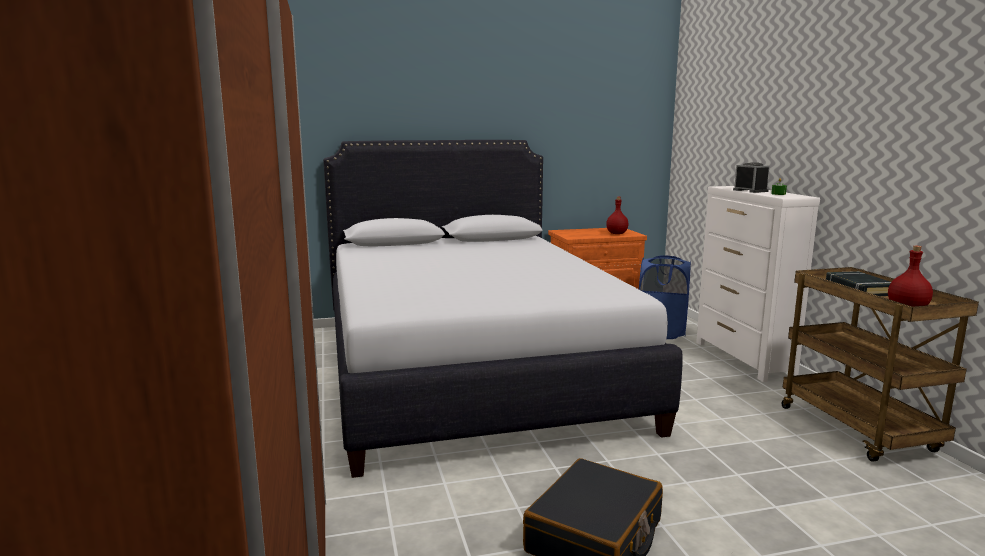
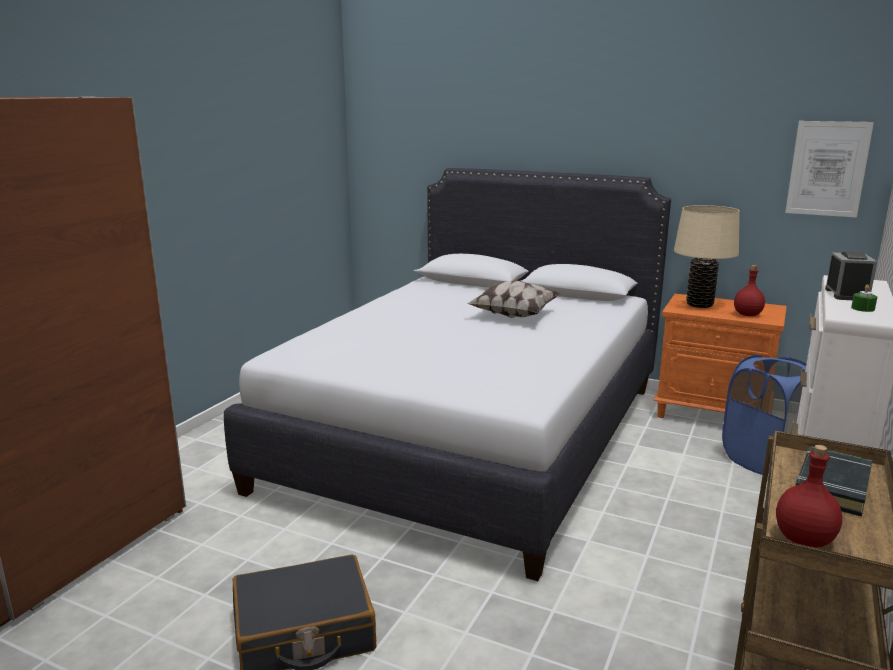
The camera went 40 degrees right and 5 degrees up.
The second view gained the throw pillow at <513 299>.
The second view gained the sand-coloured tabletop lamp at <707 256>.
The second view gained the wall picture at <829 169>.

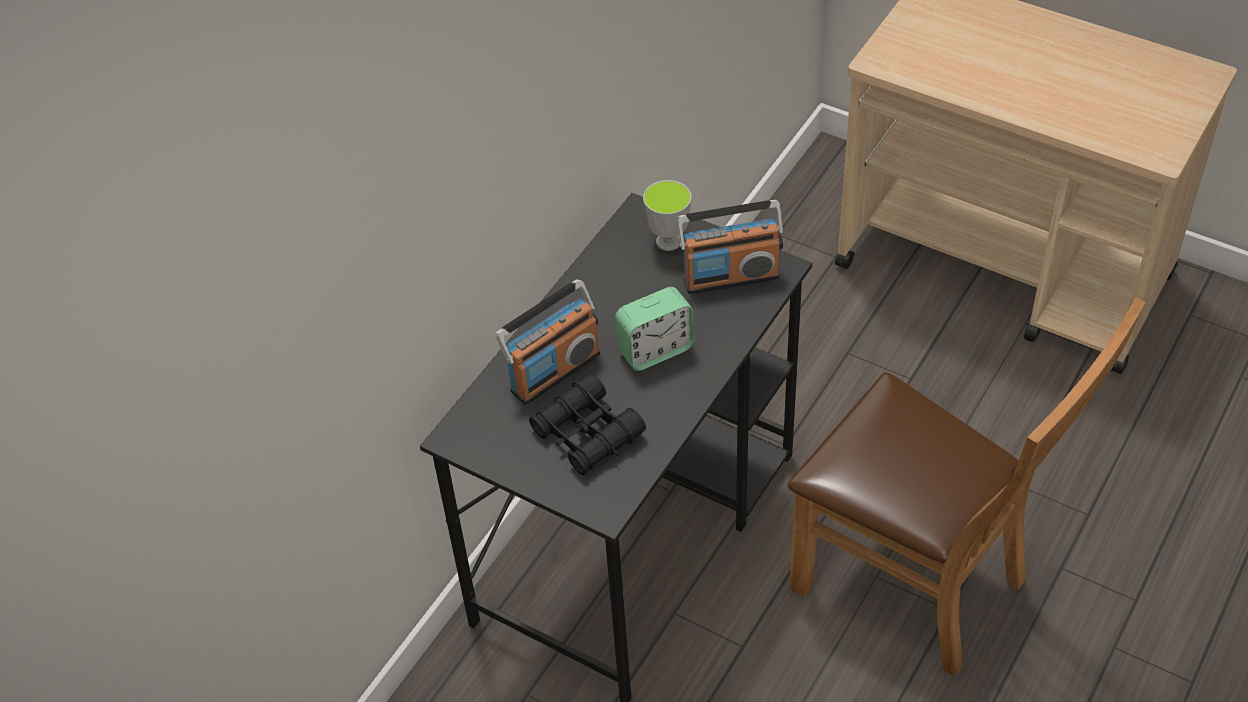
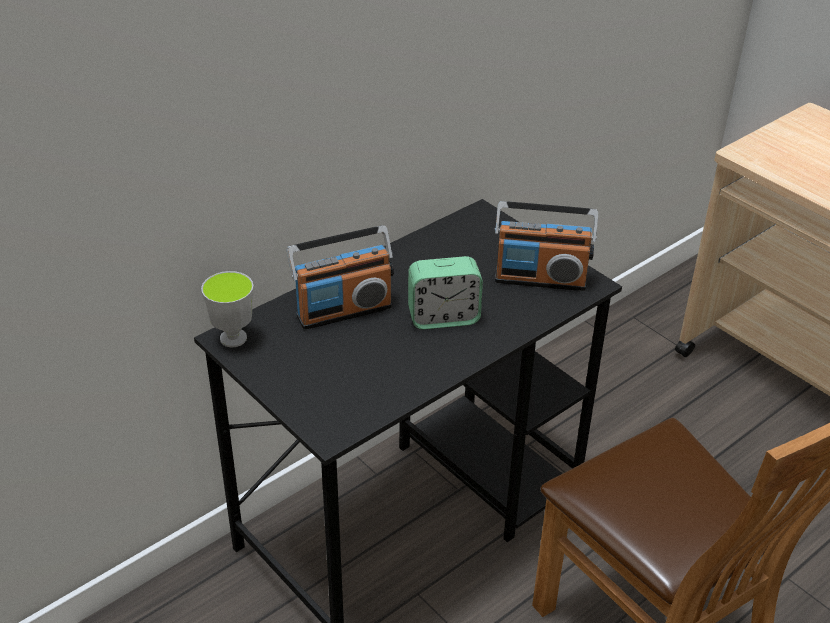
The camera went 15 degrees right and 10 degrees down.
The cup ended up elsewhere, having gone from <667 215> to <227 309>.
The second view lost the black-coloured field glasses at <587 424>.

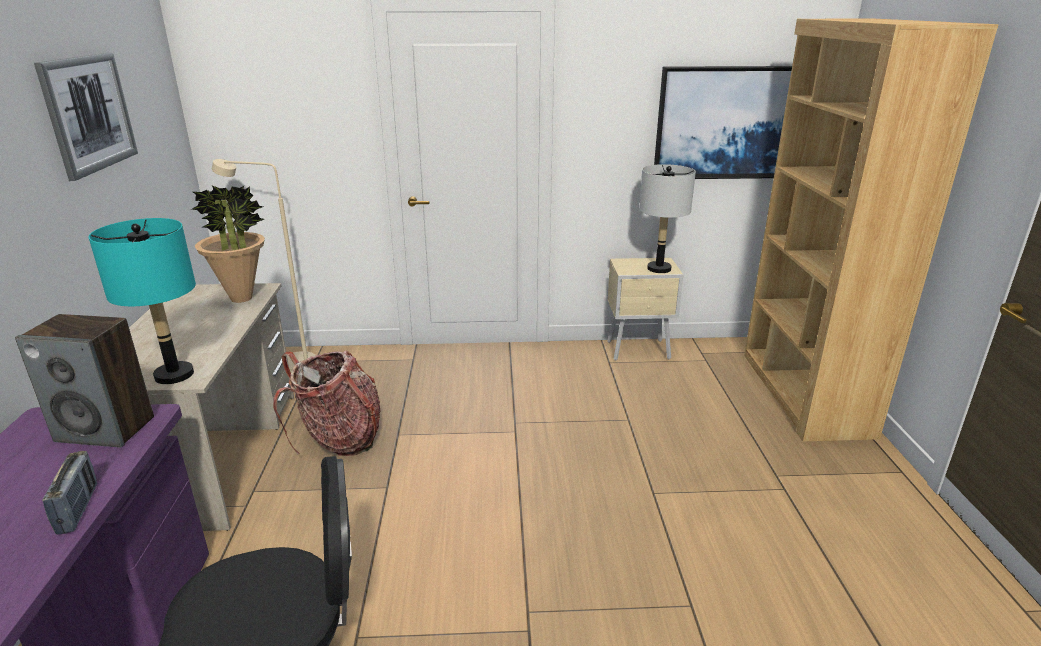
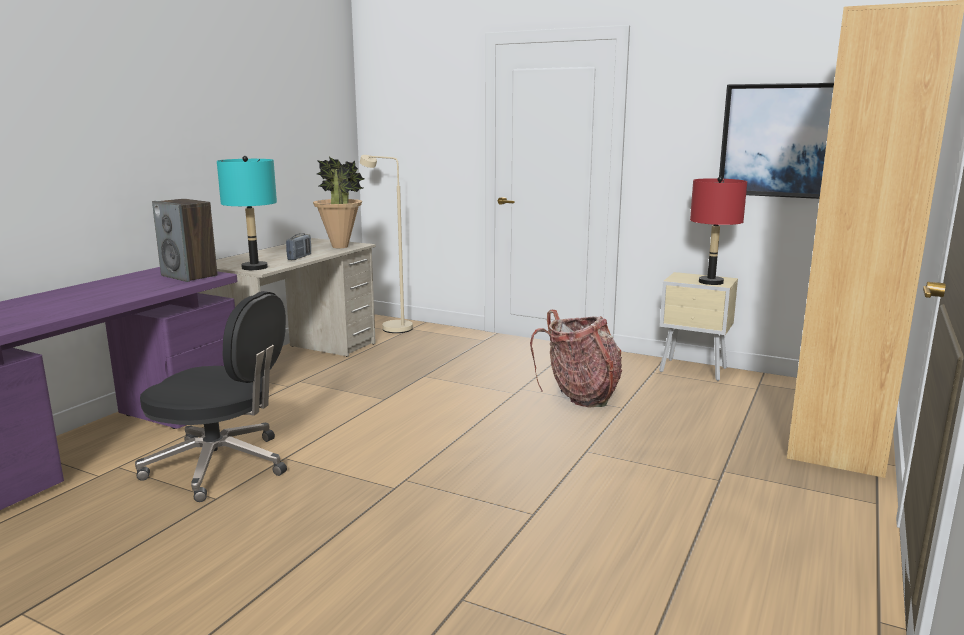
The camera went 30 degrees right and 10 degrees down.
The radio ended up elsewhere, having gone from <69 493> to <298 246>.
The backpack ended up elsewhere, having gone from <327 403> to <576 359>.
What was the gray tabletop lamp at <667 218> turned into the reddish tabletop lamp at <718 230>.
The second view lost the wall picture at <86 117>.

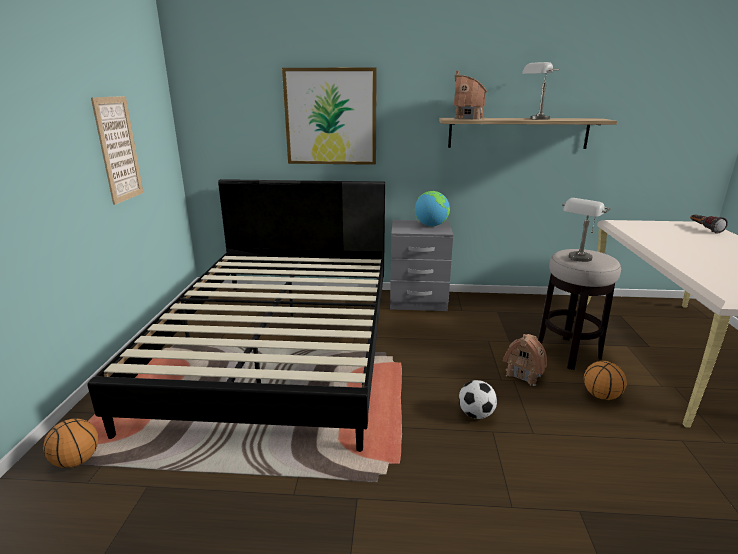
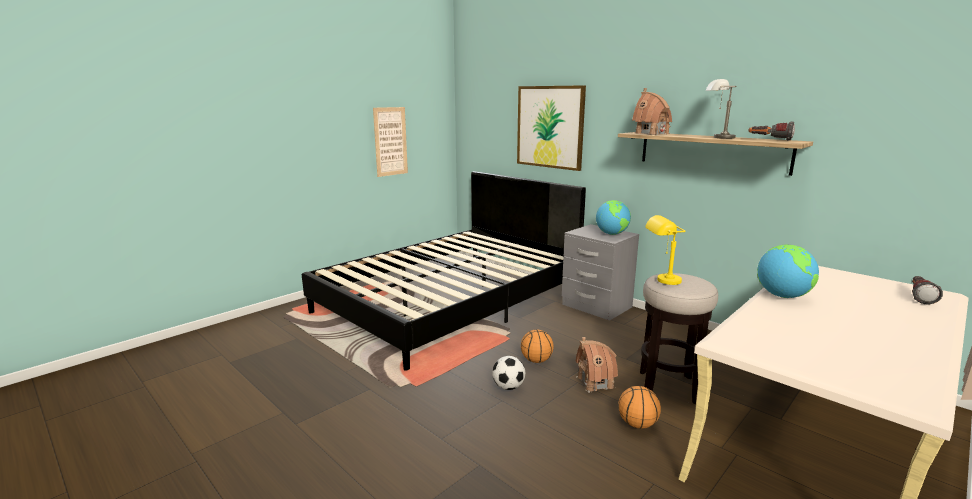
The camera went 40 degrees right and 5 degrees down.
The basketball ball ended up elsewhere, having gone from <70 443> to <537 346>.
What was the gray tabletop lamp at <586 230> turned into the yellow-coloured tabletop lamp at <665 250>.
The second view gained the flashlight at <771 131>.
The second view gained the globe at <788 271>.

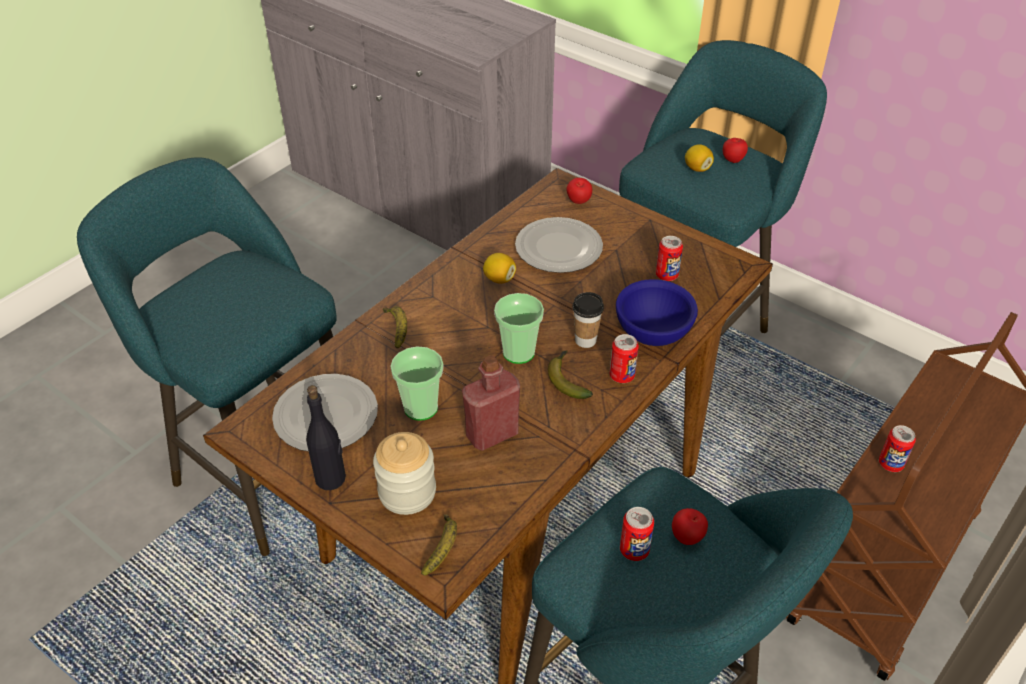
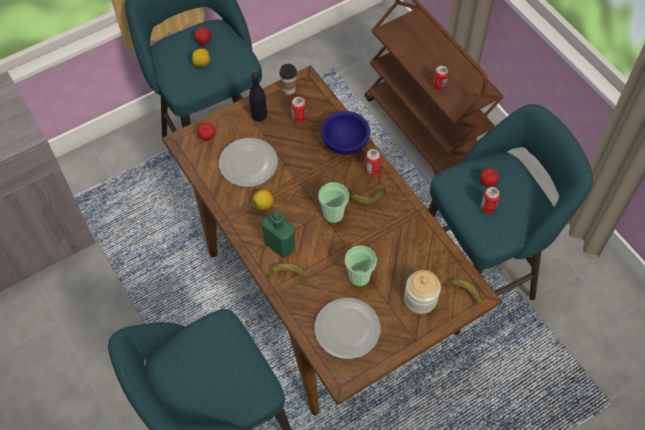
The camera went 70 degrees left and 15 degrees up.
The black-coloured drink bottle ended up elsewhere, having gone from <326 437> to <258 95>.
The second view gained the green drink bottle at <278 234>.
The cup ended up elsewhere, having gone from <588 320> to <288 79>.
The second view lost the reddish drink bottle at <491 403>.

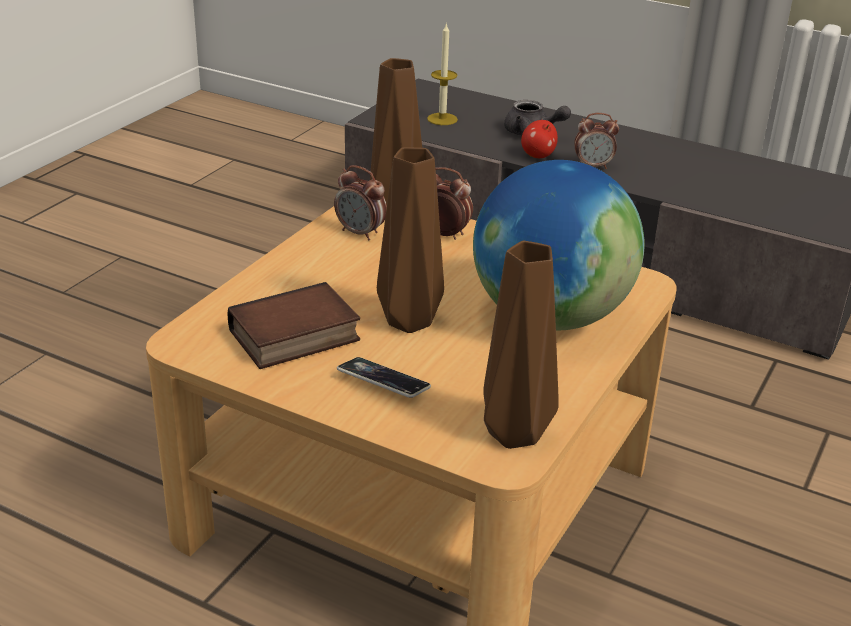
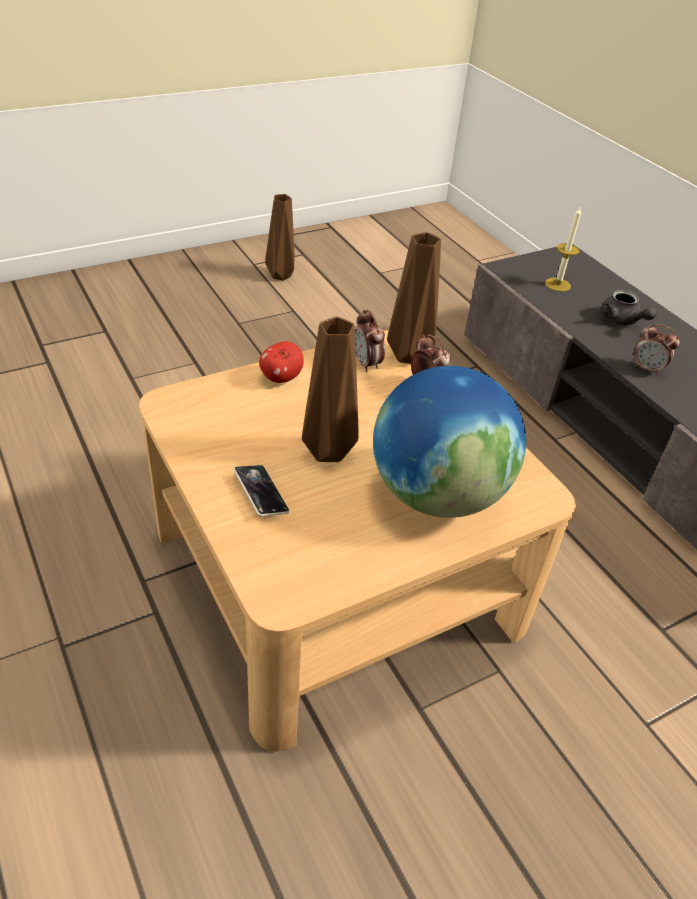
The camera went 30 degrees right and 10 degrees up.
The apple ended up elsewhere, having gone from <539 139> to <281 362>.
The brown decorative vase ended up elsewhere, having gone from <521 345> to <280 237>.
The second view lost the bound book at <293 325>.

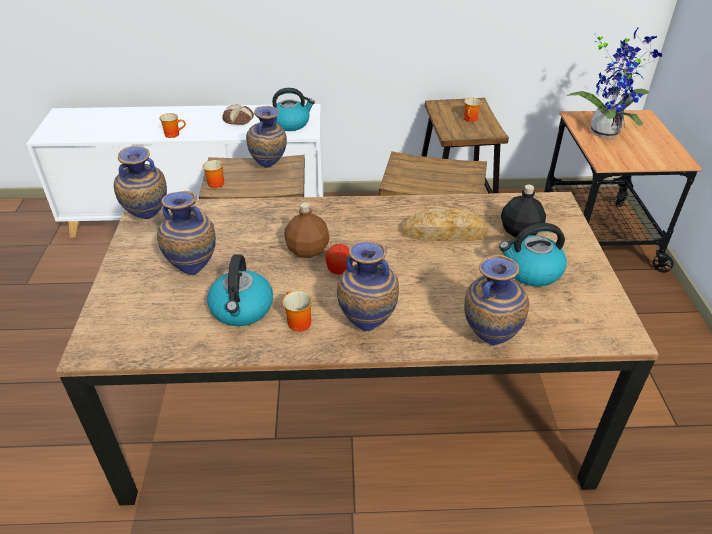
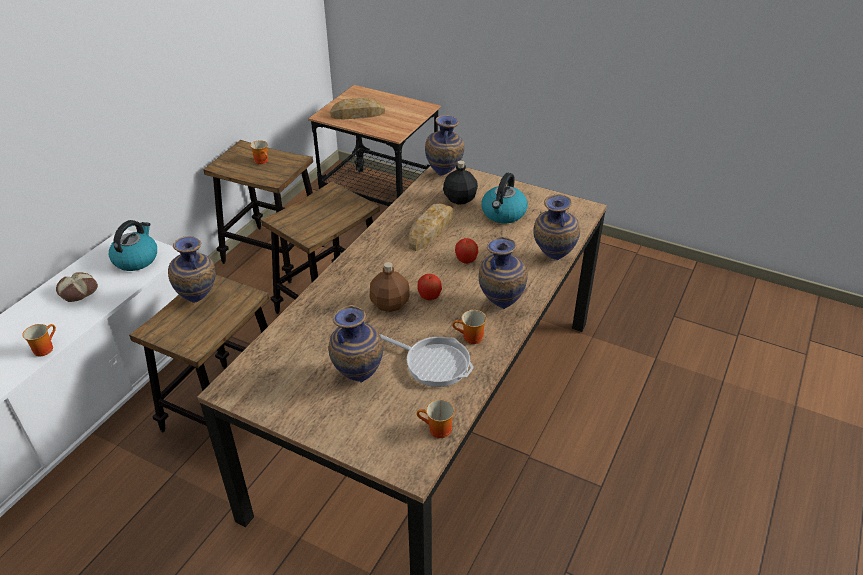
The camera went 60 degrees left and 0 degrees up.
Where the houseplant stood at <614 83>, the bread came to stand at <357 108>.
Where the tea kettle stood at <240 290>, the skillet came to stand at <426 360>.
The coffee mug ended up elsewhere, having gone from <213 174> to <436 418>.
The decorative vase ended up elsewhere, having gone from <140 182> to <445 145>.
The second view gained the apple at <466 251>.

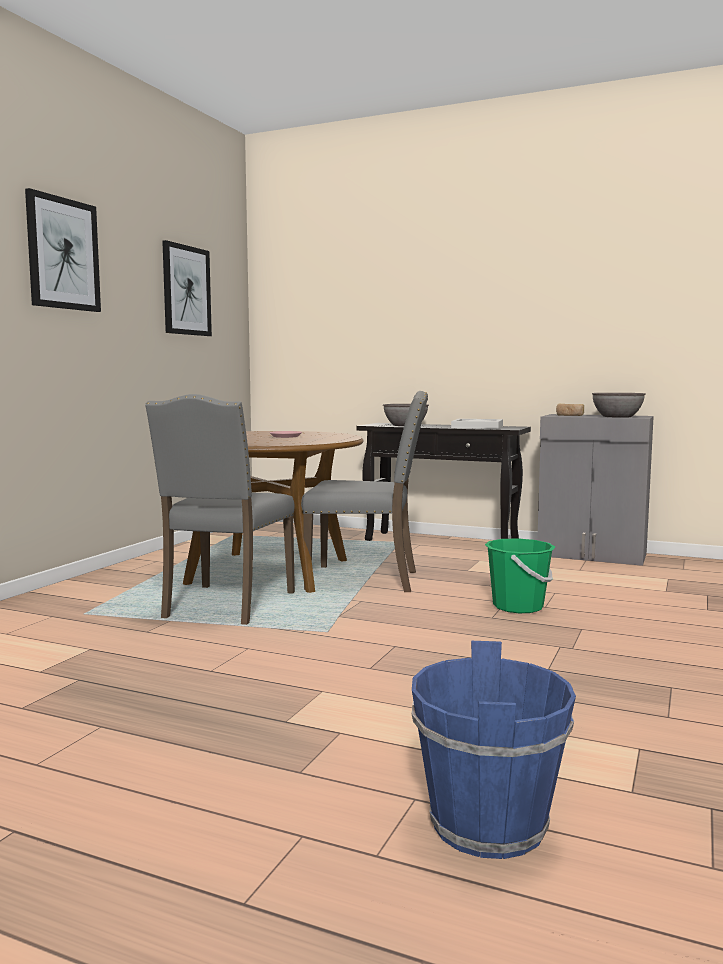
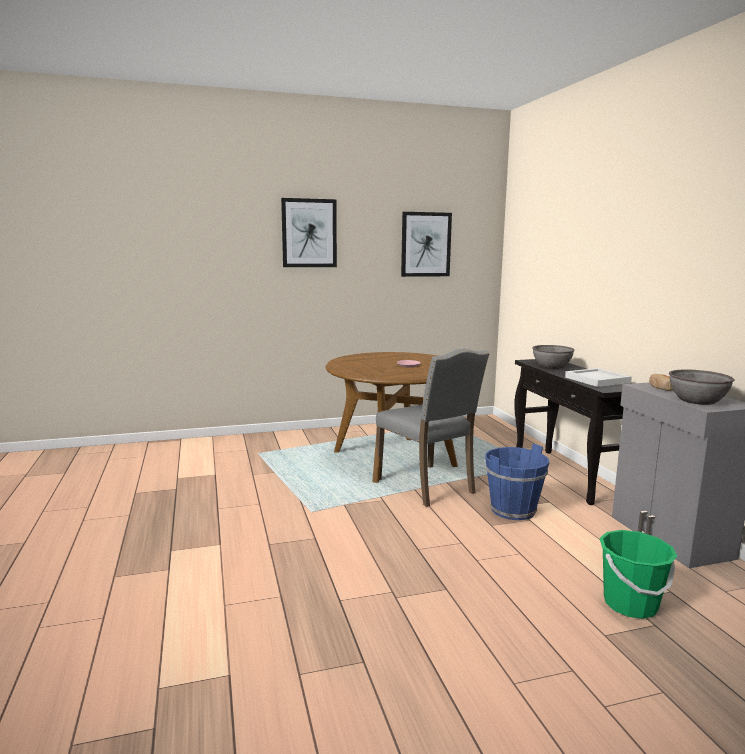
The camera went 50 degrees right and 5 degrees up.
The bluish pail ended up elsewhere, having gone from <494 750> to <517 481>.
The green pail ended up elsewhere, having gone from <520 576> to <638 574>.
The second view lost the gray upright chair at <220 509>.

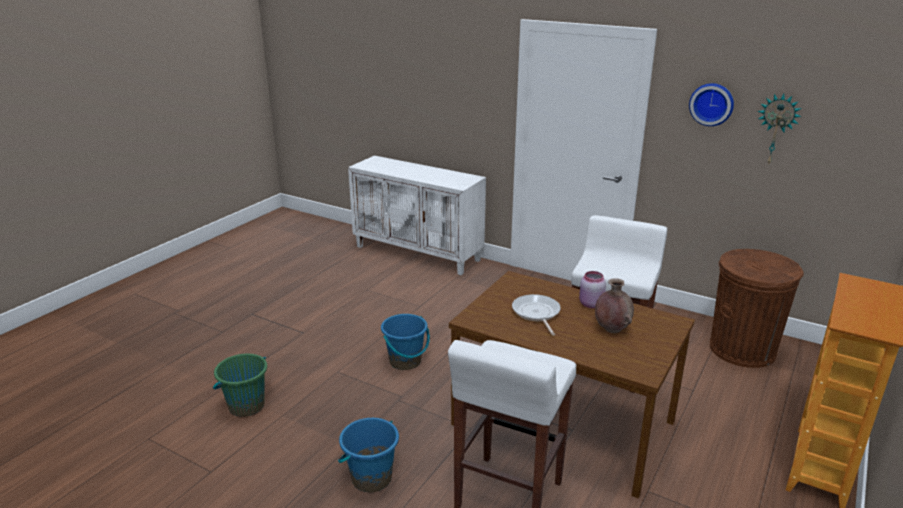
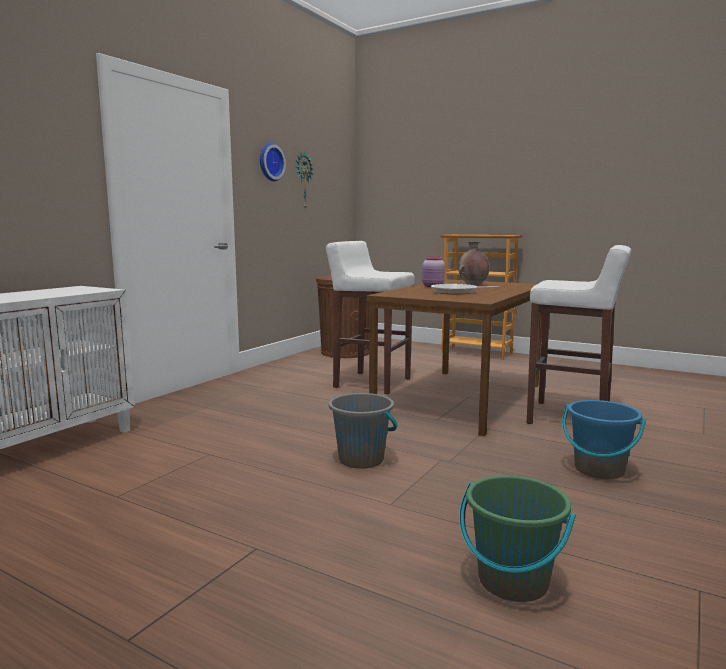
The camera went 90 degrees left and 15 degrees down.
What was the bluish pail at <405 342> turned into the gray pail at <362 431>.

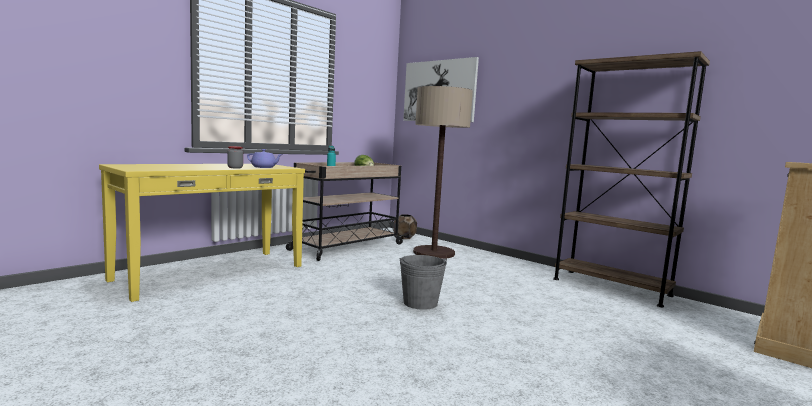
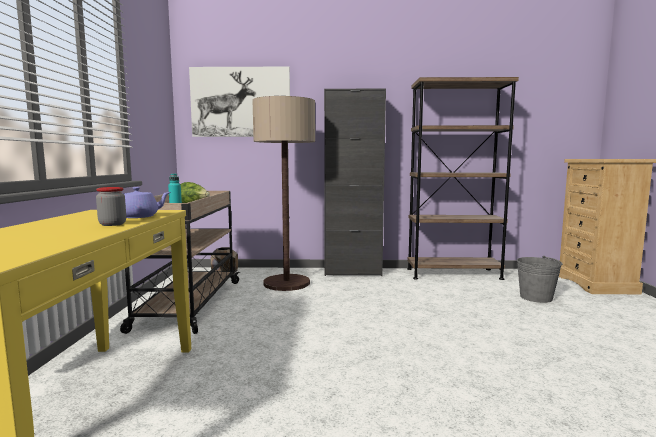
The camera went 40 degrees left and 0 degrees up.
The second view gained the black-coloured cupboard at <355 182>.
The gray pail ended up elsewhere, having gone from <423 282> to <540 279>.

